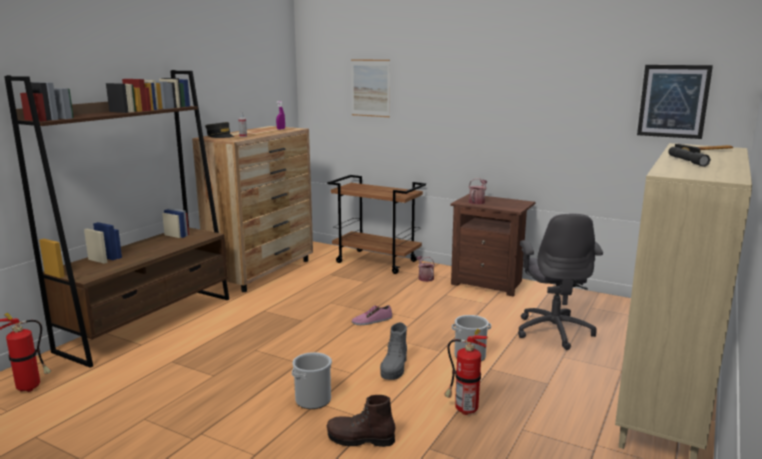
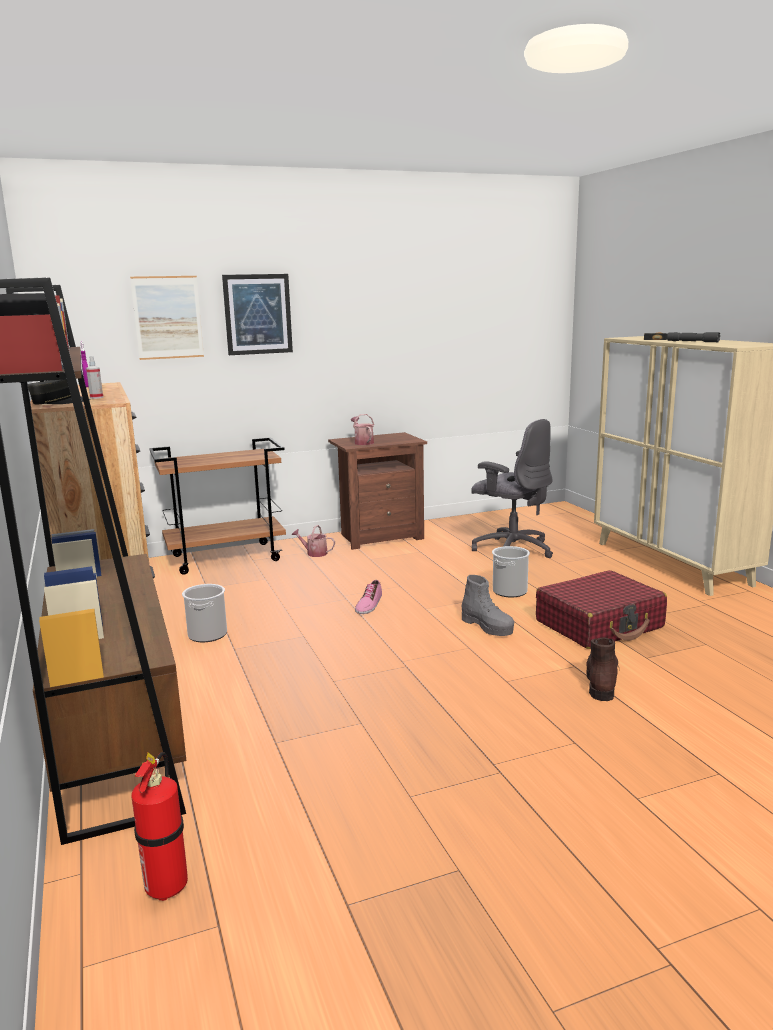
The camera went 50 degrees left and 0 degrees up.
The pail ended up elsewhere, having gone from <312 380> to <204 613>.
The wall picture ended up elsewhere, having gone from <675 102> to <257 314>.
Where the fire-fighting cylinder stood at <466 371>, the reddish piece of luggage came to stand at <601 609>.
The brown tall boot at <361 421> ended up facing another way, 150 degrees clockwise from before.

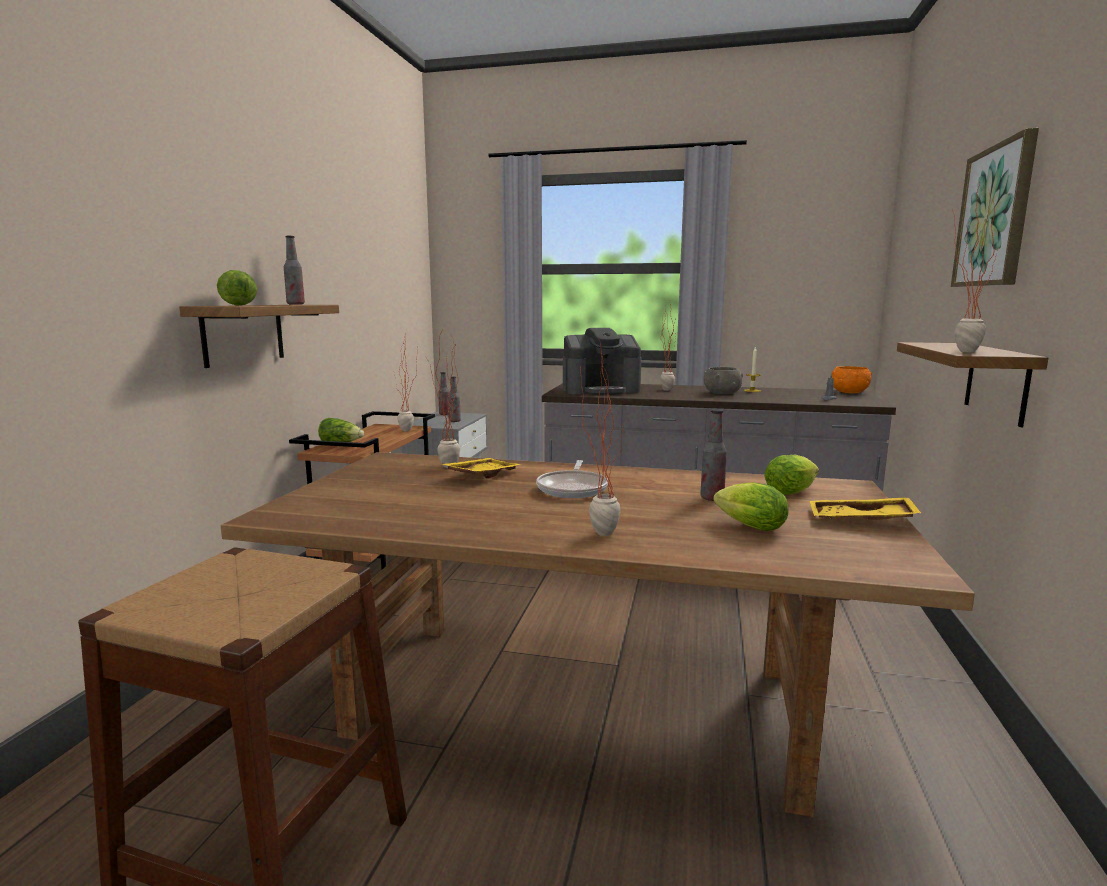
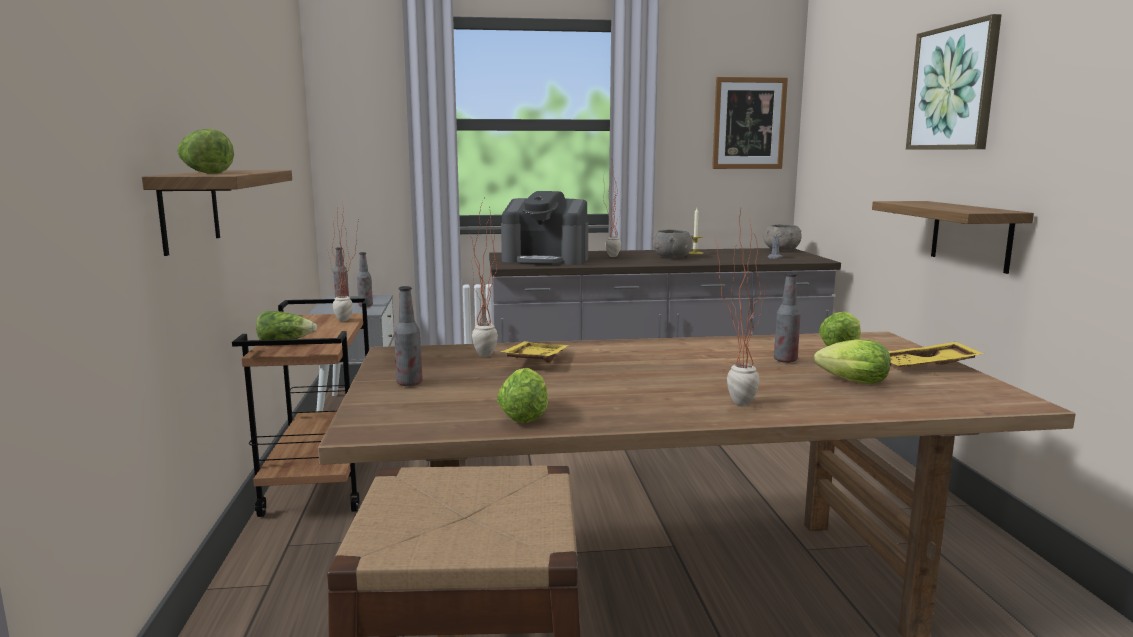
The camera went 20 degrees left and 0 degrees up.
The drink bottle ended up elsewhere, having gone from <294 270> to <408 336>.
The second view gained the lettuce at <522 395>.
The coffee brewer at <602 361> ended up facing another way, 45 degrees clockwise from before.
The second view gained the wall picture at <750 123>.
What was the orange serving bowl at <852 379> turned into the gray serving bowl at <782 238>.
The second view lost the skillet at <572 479>.
The second view lost the houseplant at <976 267>.

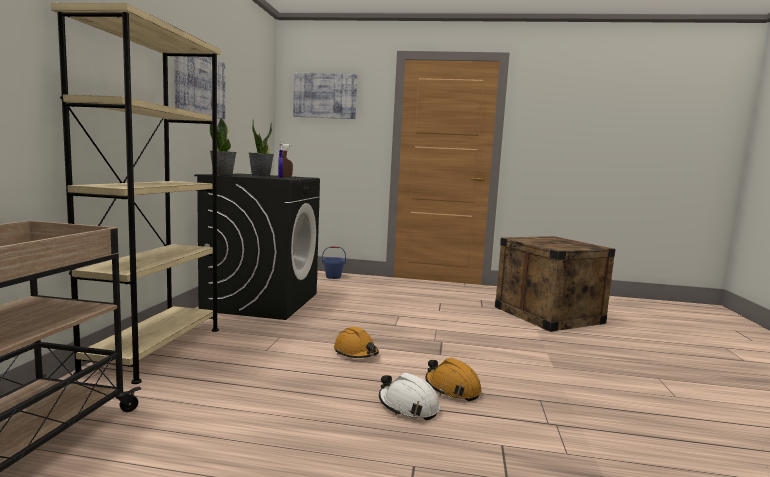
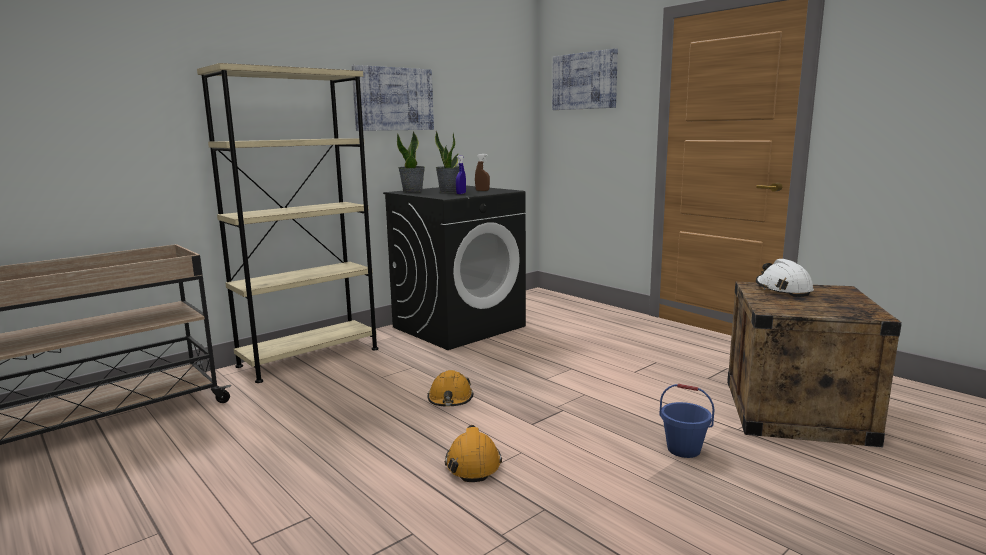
The camera went 40 degrees right and 5 degrees up.
The bluish pail ended up elsewhere, having gone from <334 262> to <686 421>.
The white-coloured hard hat ended up elsewhere, having gone from <409 396> to <785 278>.

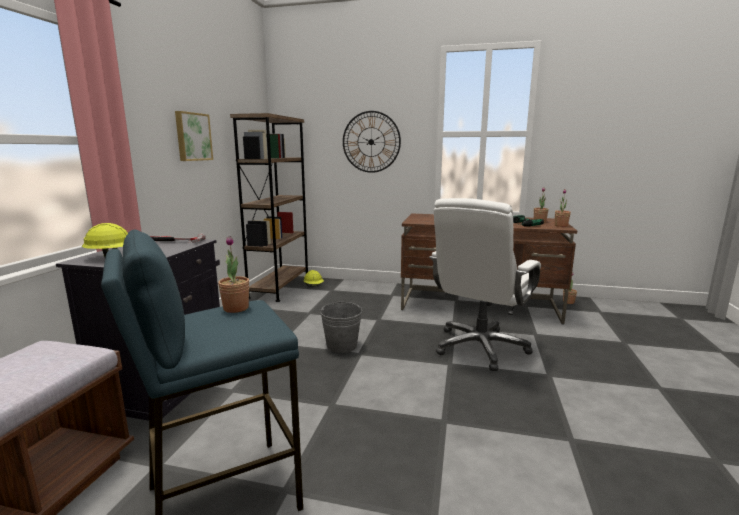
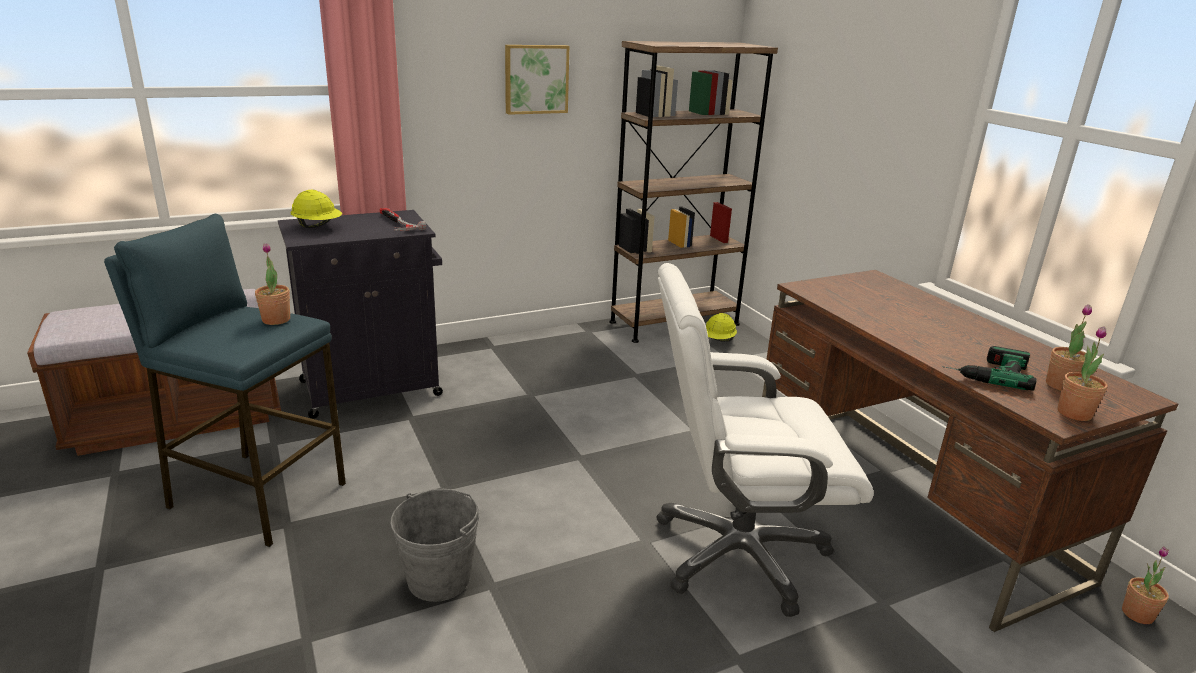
The camera went 50 degrees right and 10 degrees up.
The gray pail ended up elsewhere, having gone from <341 327> to <435 545>.
The second view lost the hanging clock at <372 142>.

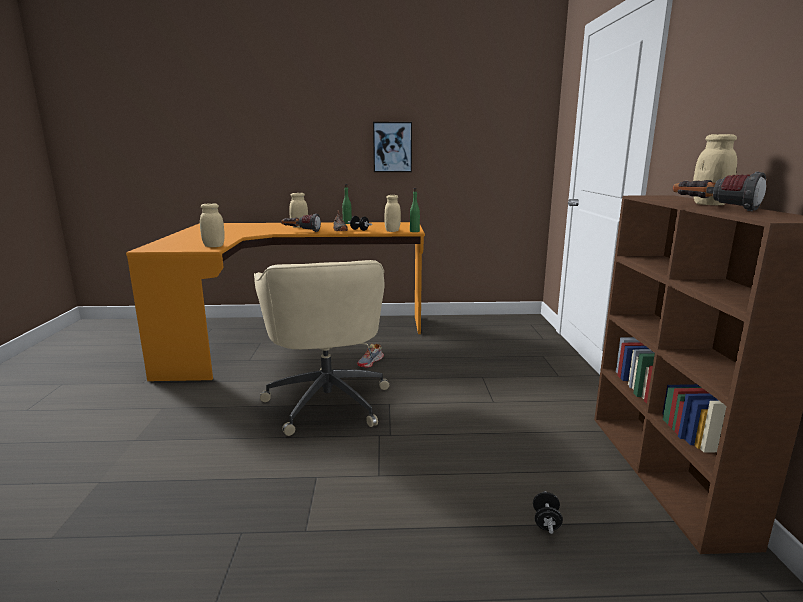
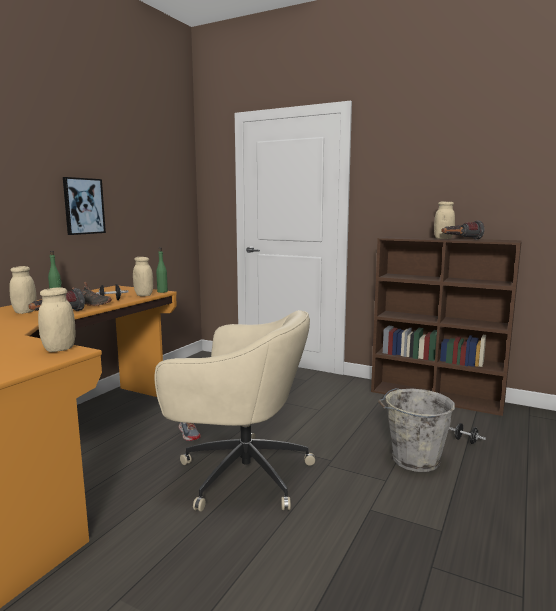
The camera went 60 degrees left and 5 degrees down.
The second view gained the gray pail at <416 430>.

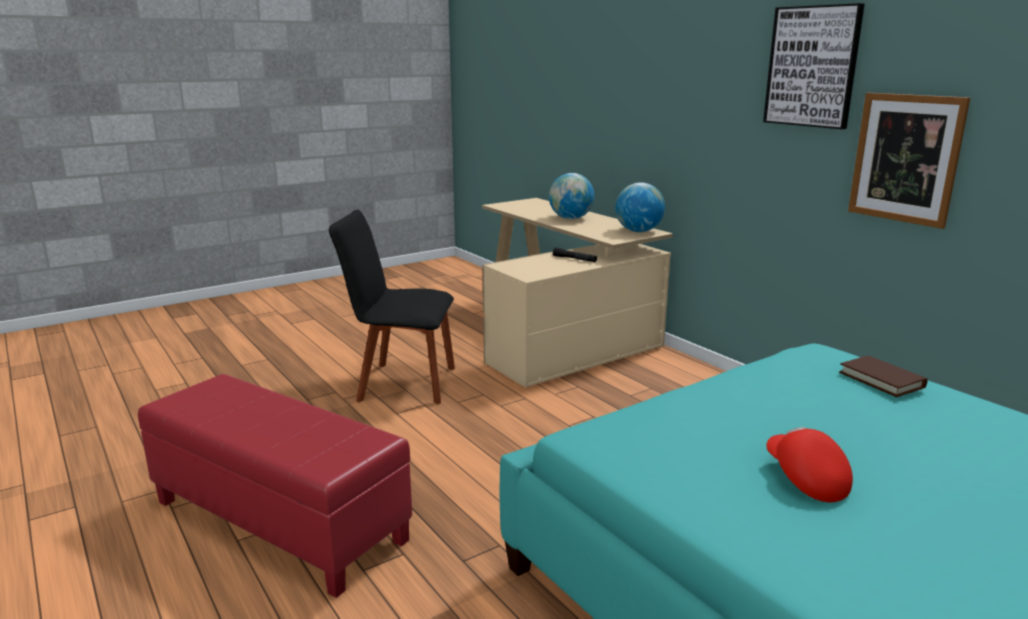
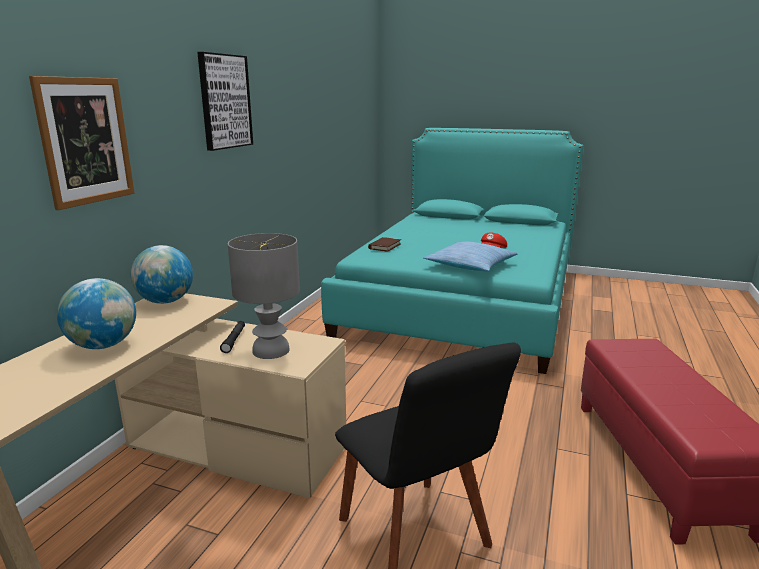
The camera went 125 degrees left and 0 degrees up.
The wall picture ended up elsewhere, having gone from <909 161> to <82 143>.
The second view gained the gray tabletop lamp at <264 296>.
The second view gained the throw pillow at <470 256>.

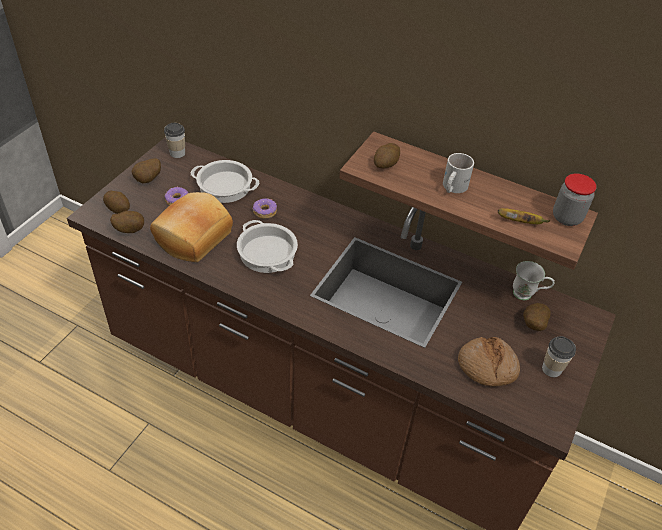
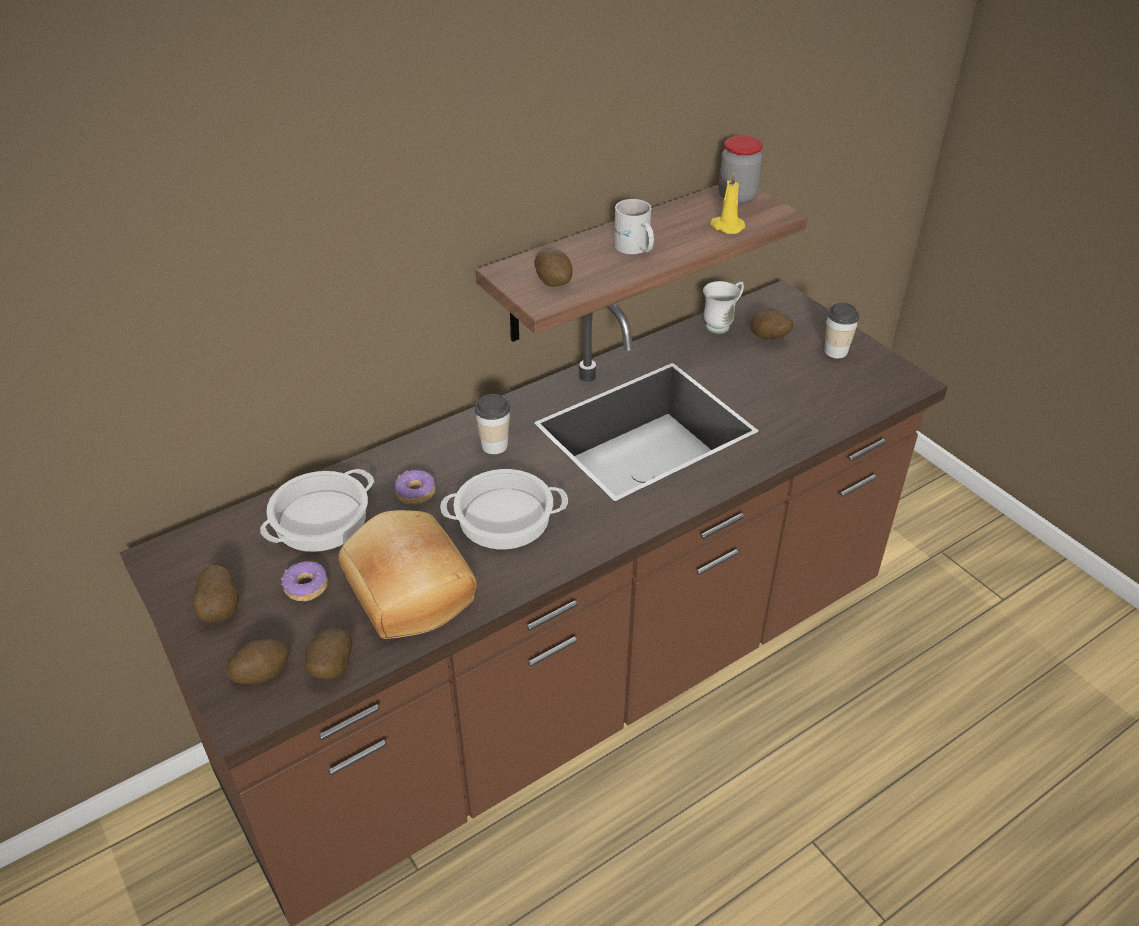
The camera went 60 degrees left and 5 degrees down.
The cup ended up elsewhere, having gone from <174 140> to <492 424>.
Where the banana fruit stood at <524 216>, the yellow-coloured wax candle came to stand at <727 203>.
The second view lost the bread at <489 362>.

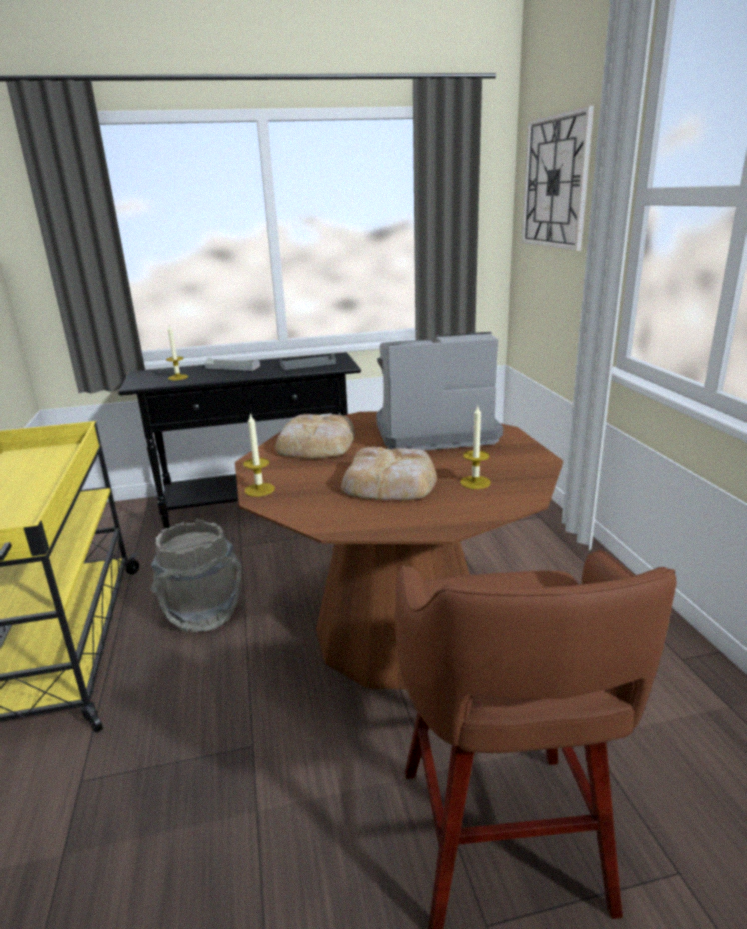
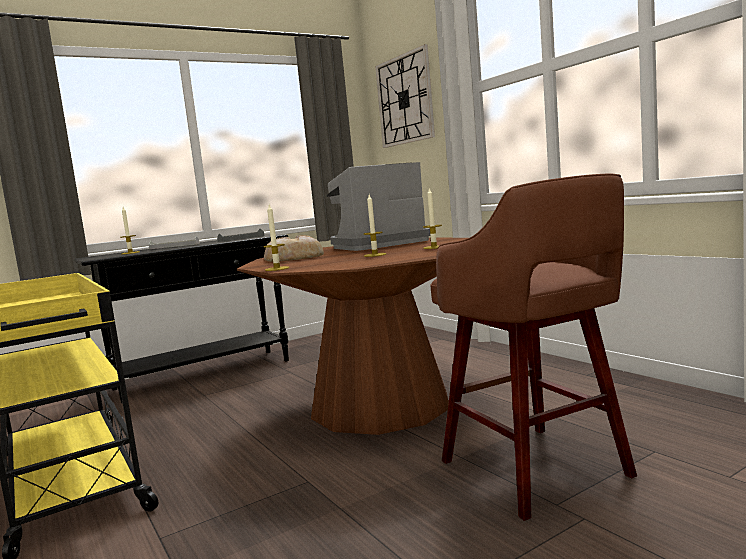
The camera went 20 degrees left and 15 degrees down.
Where the bread stood at <389 473>, the wax candle came to stand at <374 225>.
The second view lost the gray pail at <196 575>.

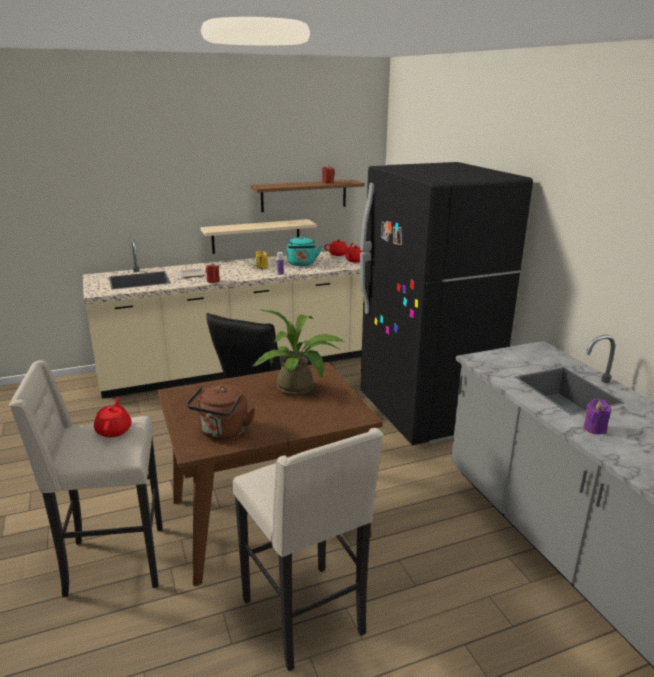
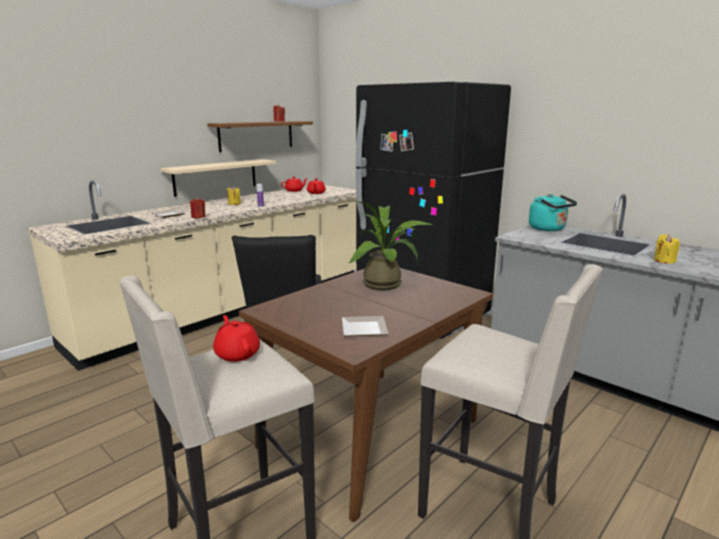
The camera went 25 degrees left and 5 degrees down.
Where the brown tea kettle stood at <221 412>, the plate came to stand at <365 326>.
The turquoise tea kettle ended up elsewhere, having gone from <304 251> to <553 212>.
What was the purplish wax candle at <597 416> turned into the yellow-coloured wax candle at <667 249>.

